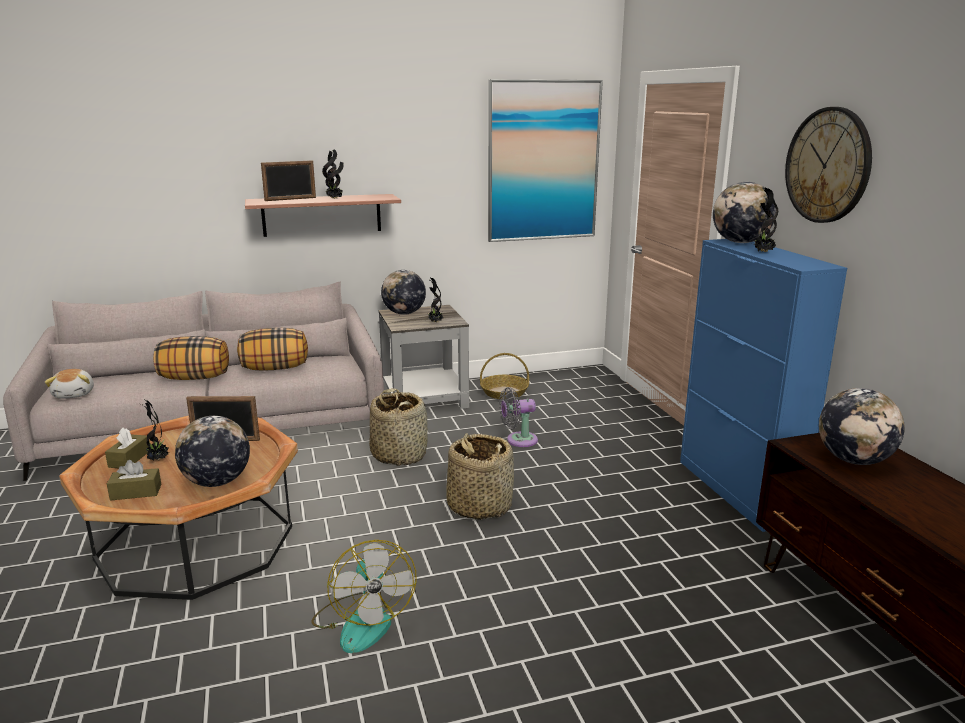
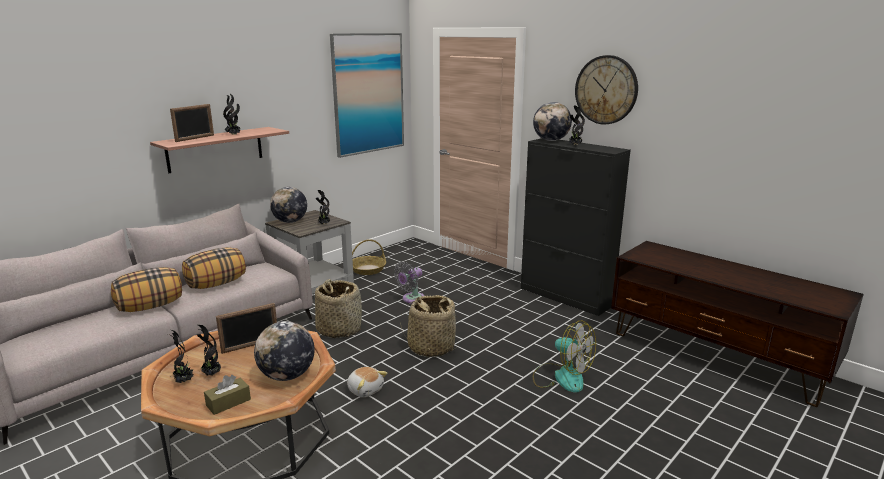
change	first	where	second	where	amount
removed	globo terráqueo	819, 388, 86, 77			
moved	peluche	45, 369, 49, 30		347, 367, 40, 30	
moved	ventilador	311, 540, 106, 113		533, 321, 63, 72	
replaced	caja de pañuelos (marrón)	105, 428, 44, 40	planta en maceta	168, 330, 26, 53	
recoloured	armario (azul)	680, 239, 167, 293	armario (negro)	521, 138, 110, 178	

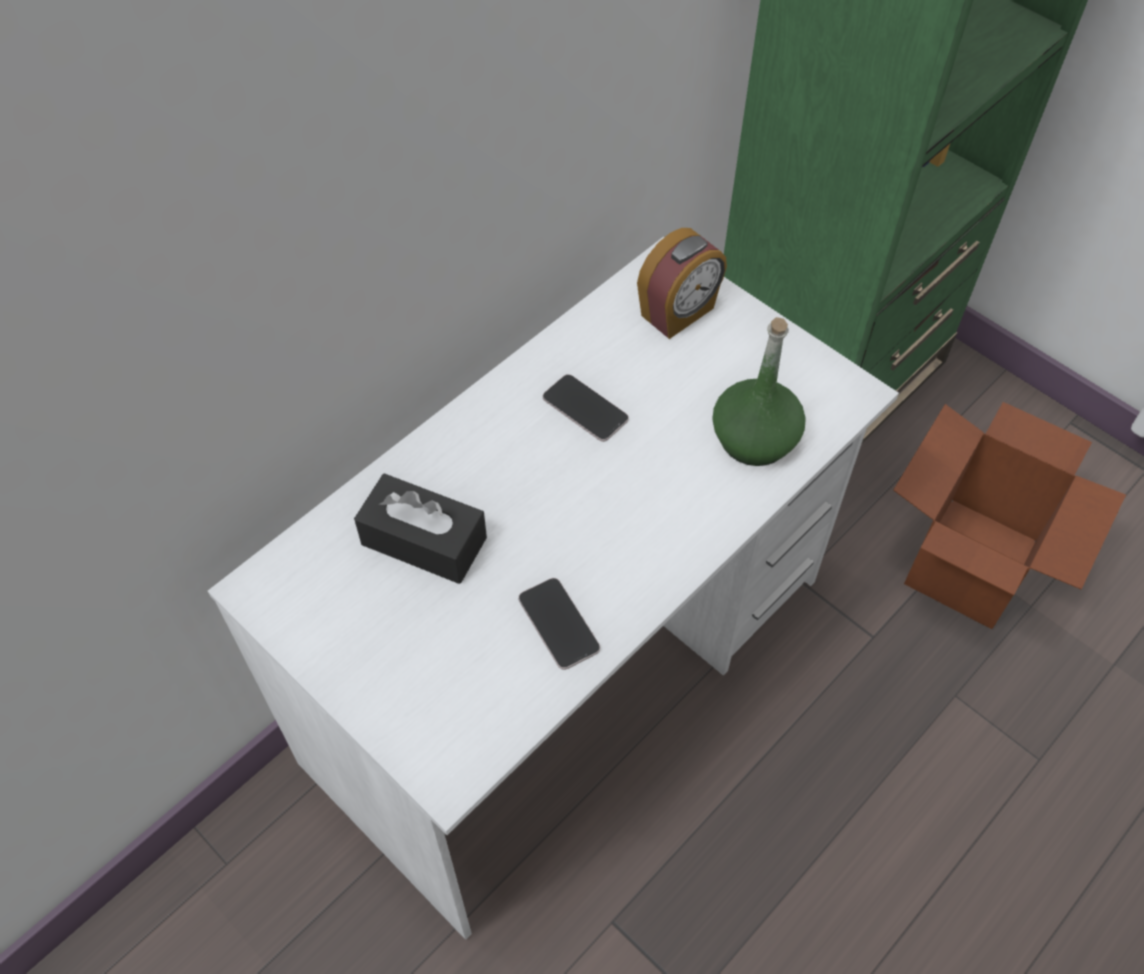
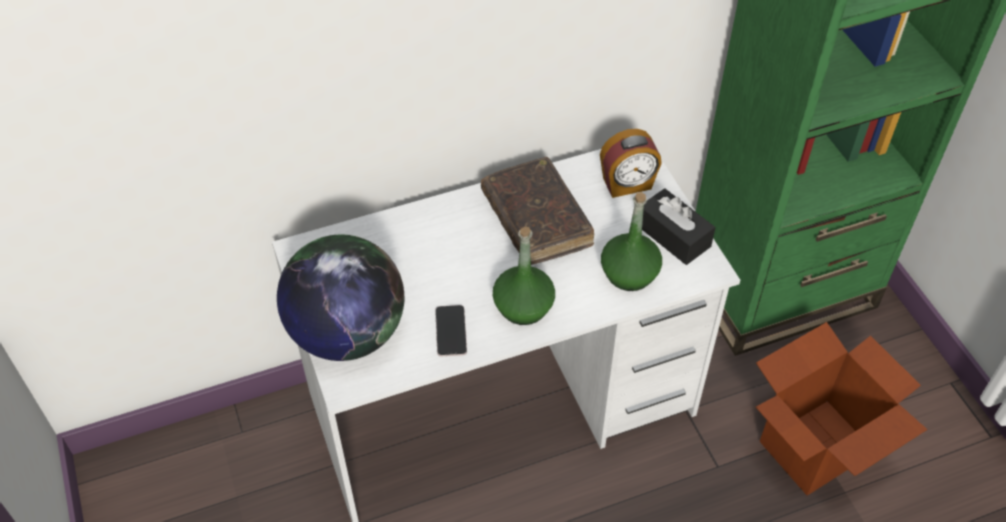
change	first	where	second	where	amount
added			globo terráqueo	277, 234, 127, 127	
added			botella (verde)	493, 227, 62, 98	
moved	caja de pañuelos (negro)	354, 473, 133, 111		642, 188, 73, 77	
replaced	móvil	543, 374, 86, 68	libro (marrón)	481, 157, 113, 108	

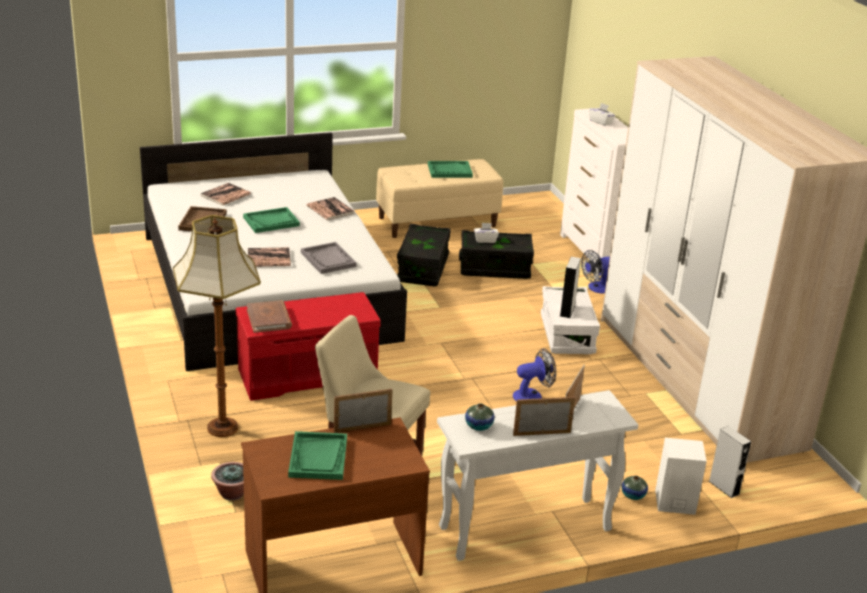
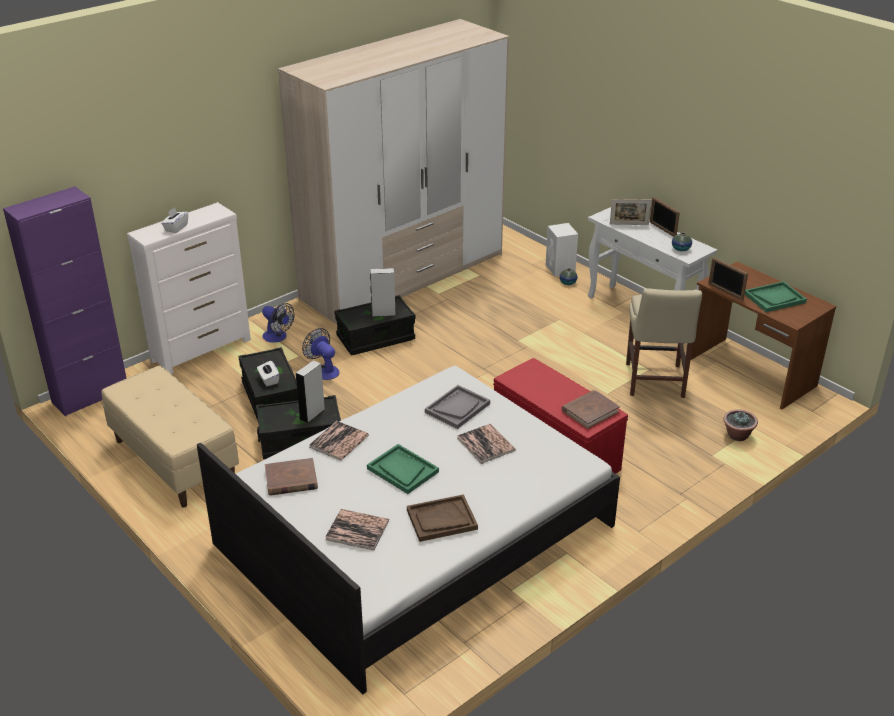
change	first	where	second	where	amount
removed	lámpara de pie	173, 215, 88, 222			
removed	bandeja (verde)	428, 161, 45, 17			
added			armario (morado)	3, 186, 124, 231	
added			libro (marrón)	265, 458, 53, 38	
moved	ventilador	513, 348, 43, 54		302, 328, 37, 52	
moved	altavoz (gris)	709, 426, 42, 72		296, 360, 29, 63	
recoloured	caja de almacenaje (blanco)	541, 286, 59, 68	caja de almacenaje (negro)	334, 295, 82, 60	

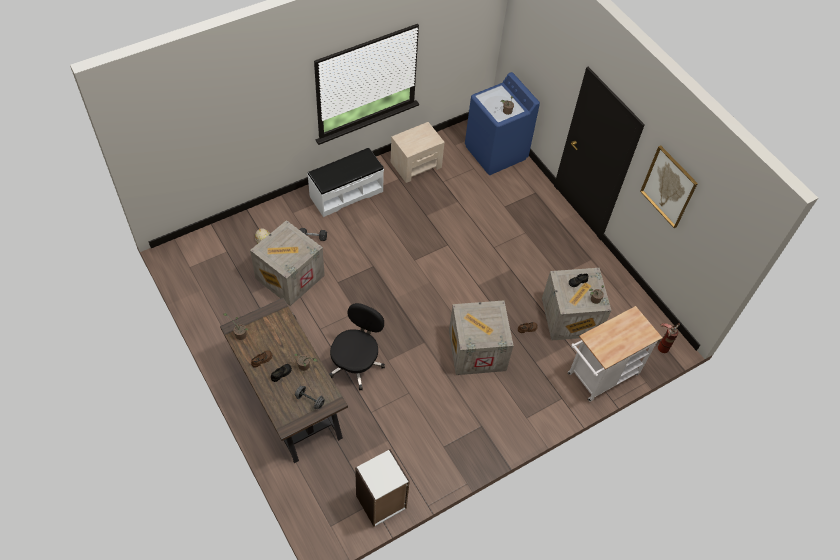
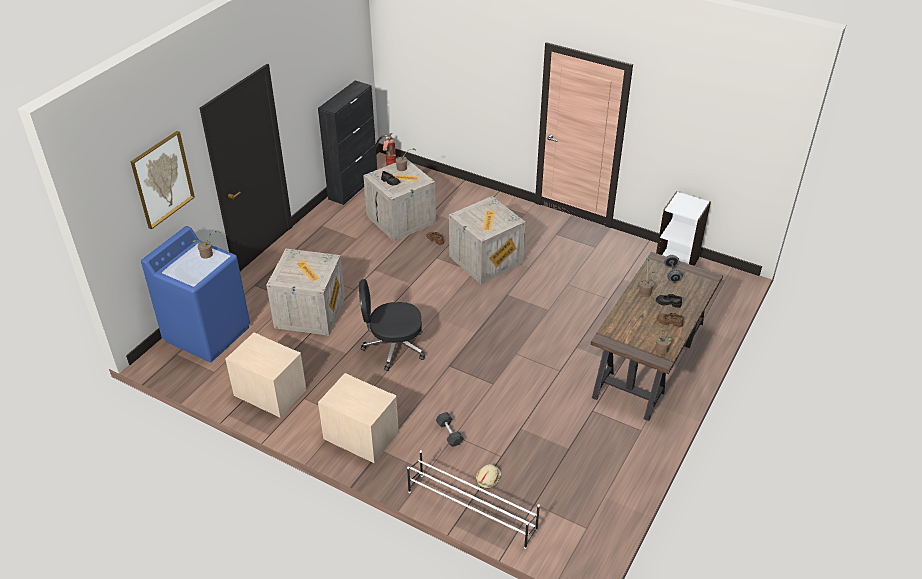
change	first	where	second	where	amount
removed	carrito (blanco)	568, 306, 94, 96			
added			armario (negro)	318, 81, 59, 124	
added			zapatero (blanco)	407, 450, 133, 99	
moved	caja de embalaje	250, 220, 75, 86		266, 249, 79, 87	
moved	silla de oficina (negro)	329, 303, 56, 87		359, 279, 66, 92	
moved	cuadro	640, 146, 58, 82		130, 131, 65, 98	
replaced	banco (blanco)	307, 148, 77, 69	mesita de noche (beis)	318, 373, 81, 90	

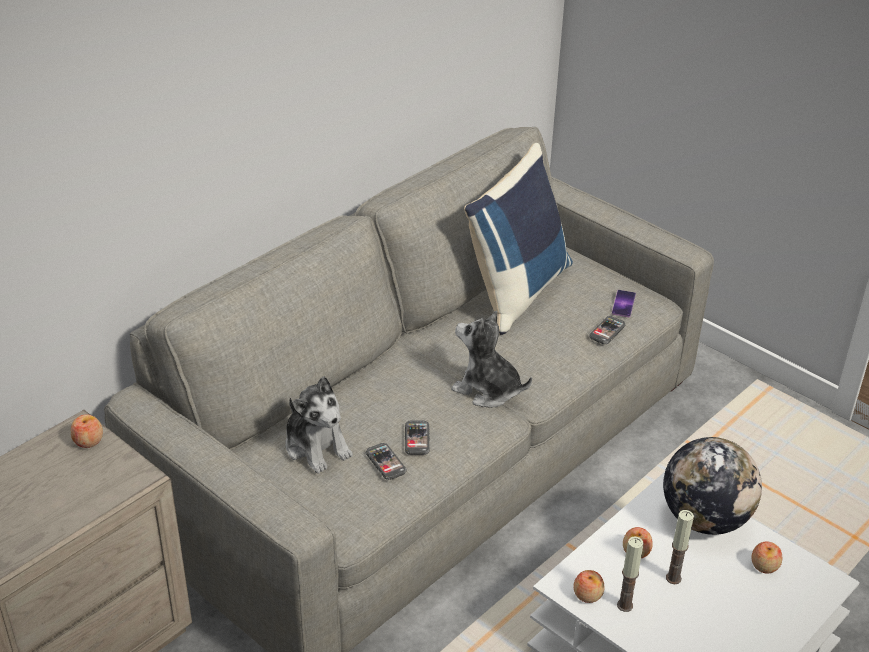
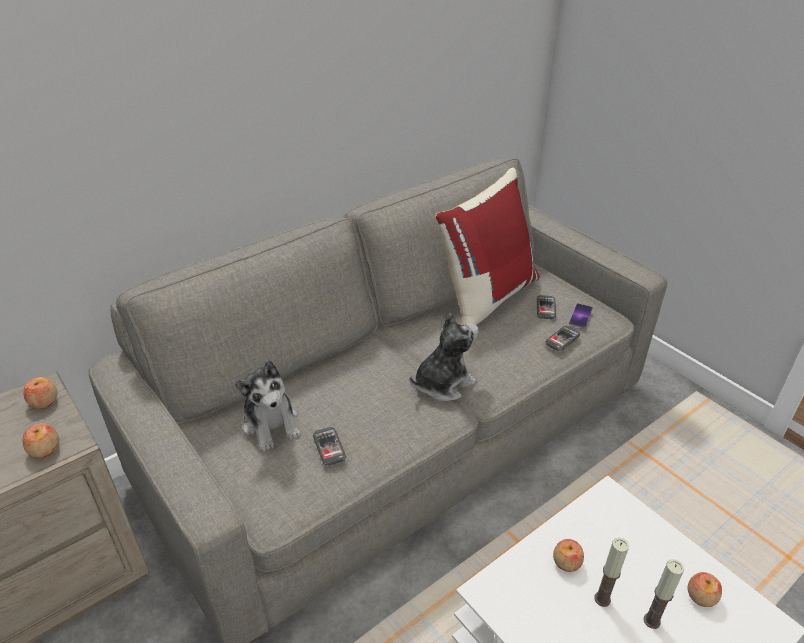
change	first	where	second	where	amount
removed	globo terráqueo	663, 437, 99, 98			
moved	móvil	405, 420, 25, 35		537, 295, 19, 24	
moved	manzana	573, 570, 32, 33		22, 424, 37, 34	
moved	vela	617, 536, 26, 76		643, 559, 41, 70	
recoloured	cojín (azul)	464, 143, 109, 192	cojín (rojo)	435, 168, 105, 157	
turned	peluche	451, 310, 81, 98		410, 313, 69, 89	105 degrees clockwise

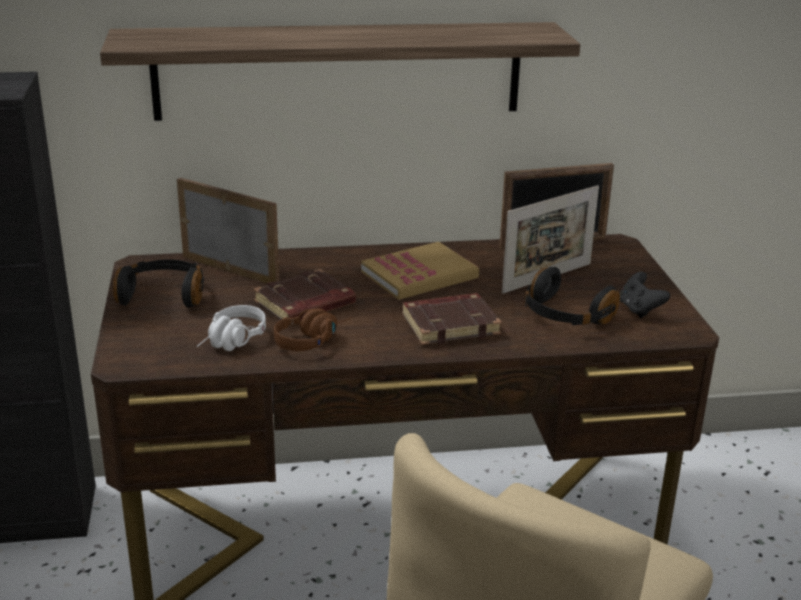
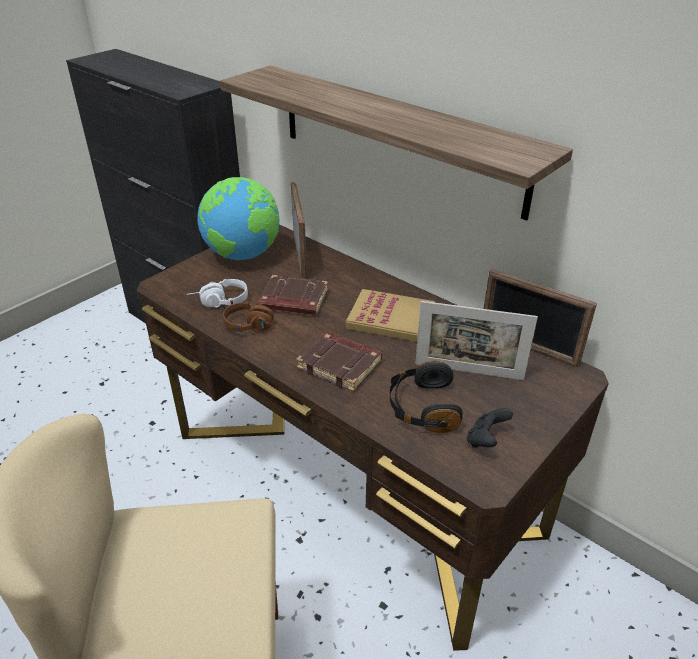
change	first	where	second	where	amount
replaced	auriculares (negro)	113, 259, 91, 49	globo terráqueo	197, 177, 82, 83	

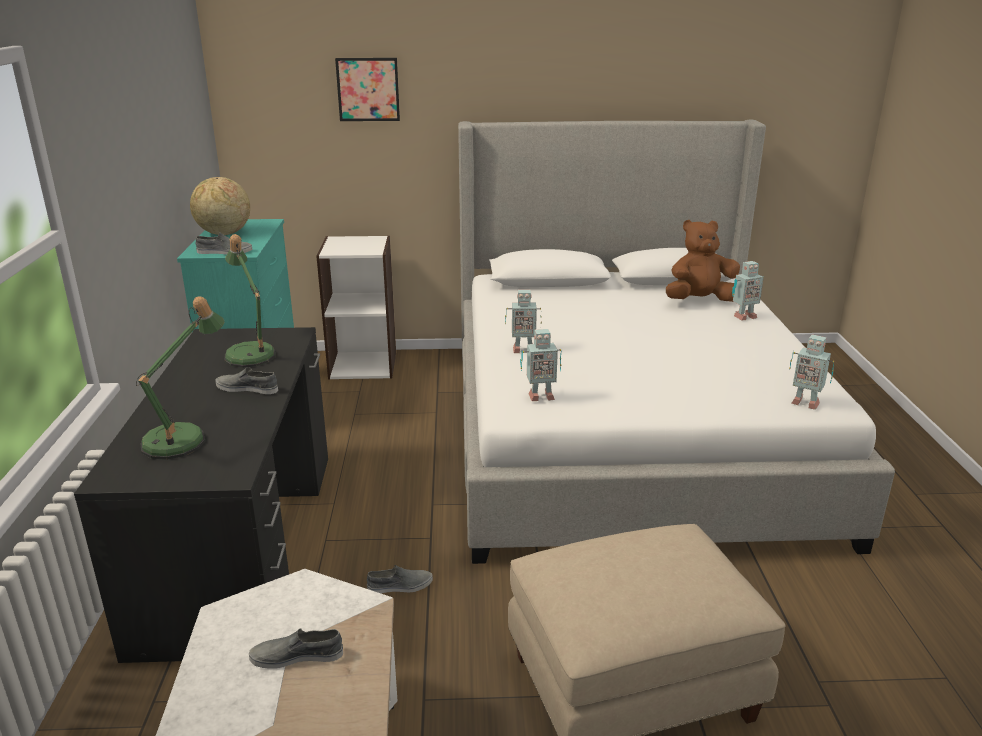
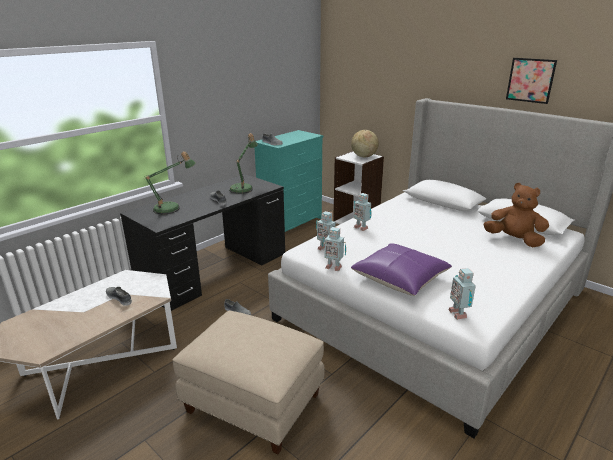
change	first	where	second	where	amount
added			cojín (morado)	351, 244, 101, 52	
moved	globo terráqueo	190, 177, 60, 58		351, 130, 28, 27	
moved	cuadro	335, 58, 65, 63		506, 58, 51, 46	
moved	robot de juguete	732, 261, 32, 60		322, 227, 24, 44	

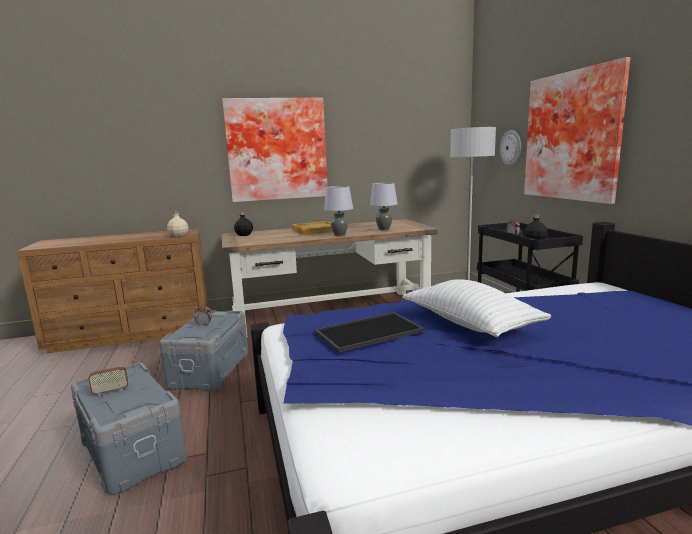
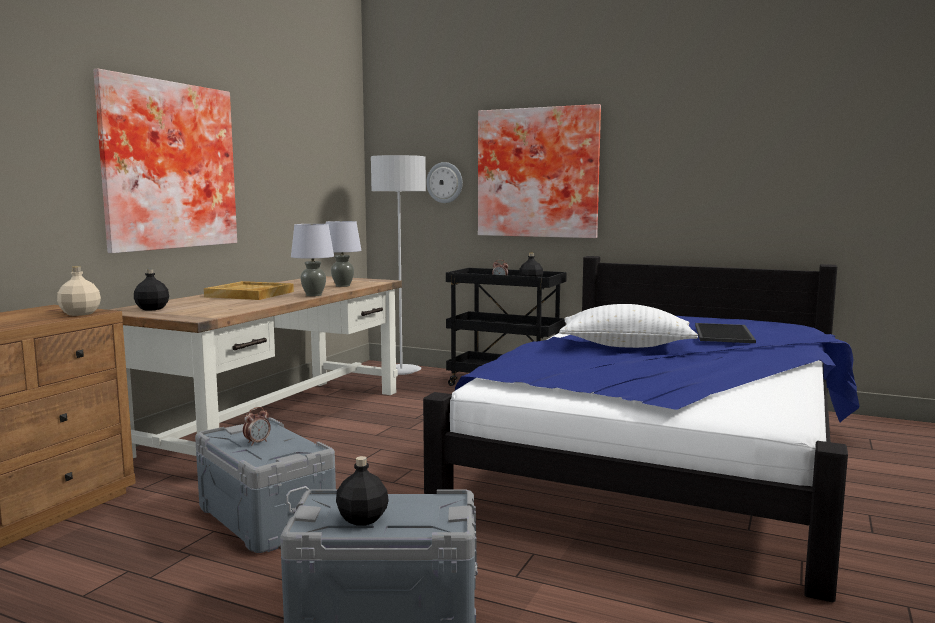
change	first	where	second	where	amount
moved	bandeja	314, 312, 111, 41		695, 323, 61, 20	
replaced	radio	88, 353, 40, 43	botella (negro)	336, 456, 53, 70	

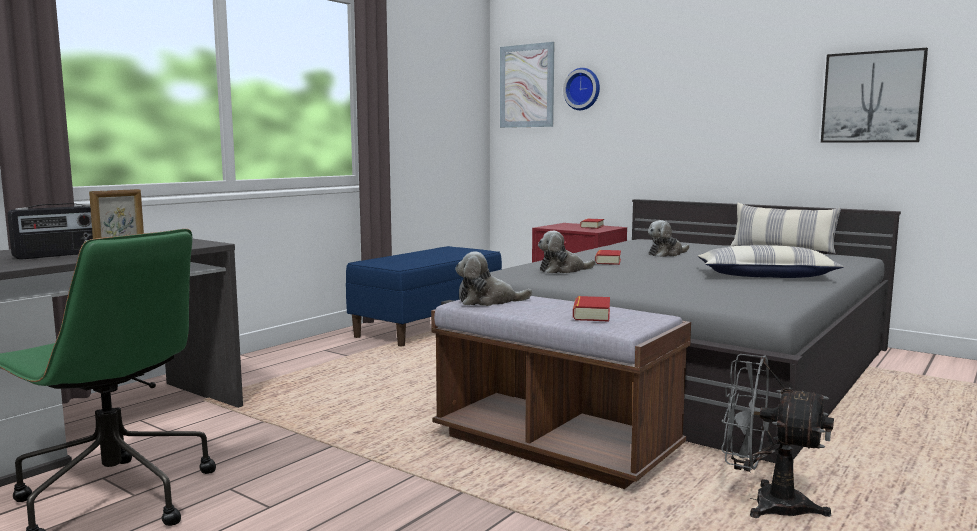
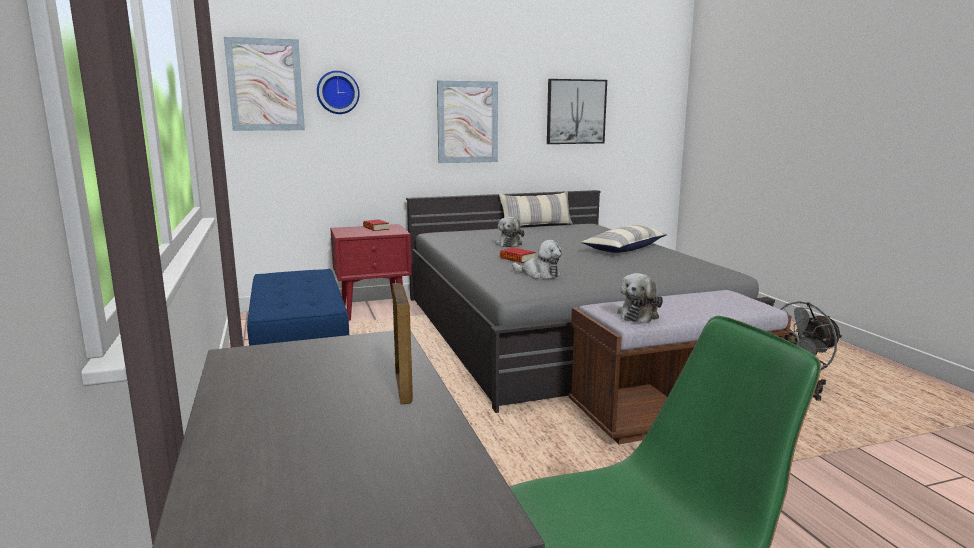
change	first	where	second	where	amount
removed	radio	7, 203, 86, 57			
removed	libro	573, 296, 37, 25			
added			cuadro	437, 81, 61, 82	
turned	peluche	538, 231, 58, 43		512, 240, 50, 39	75 degrees counterclockwise

